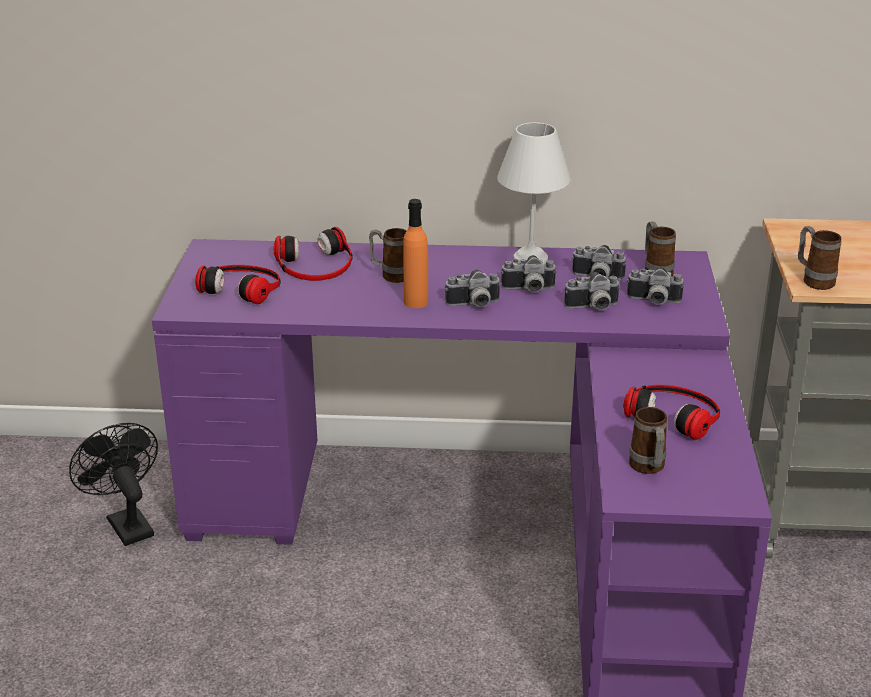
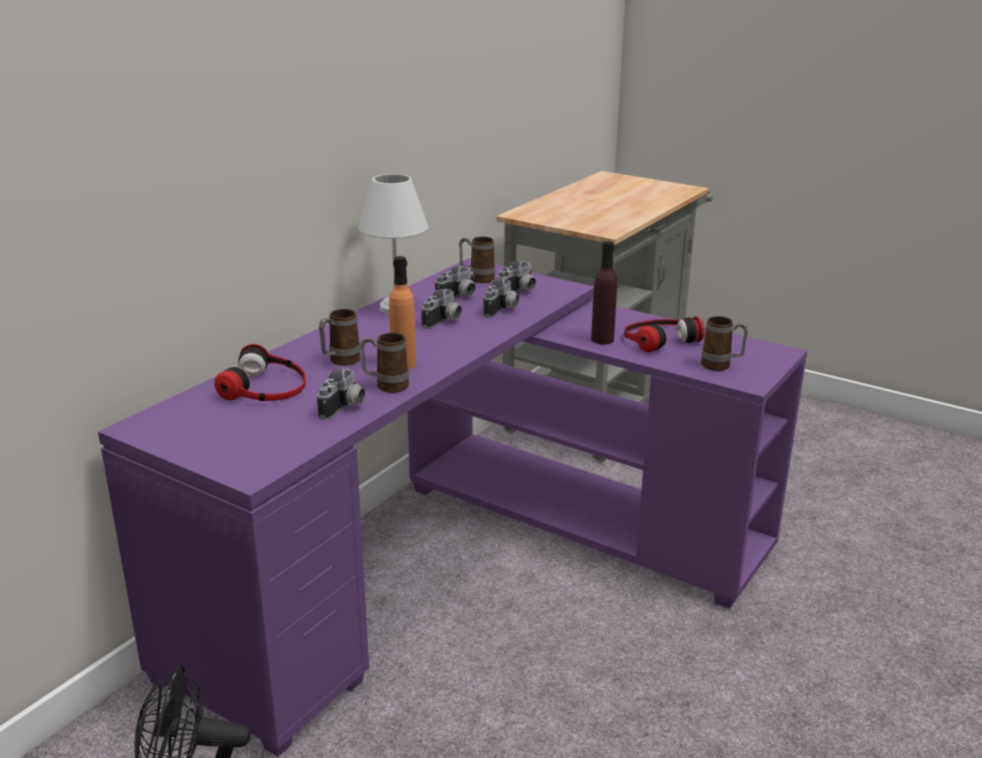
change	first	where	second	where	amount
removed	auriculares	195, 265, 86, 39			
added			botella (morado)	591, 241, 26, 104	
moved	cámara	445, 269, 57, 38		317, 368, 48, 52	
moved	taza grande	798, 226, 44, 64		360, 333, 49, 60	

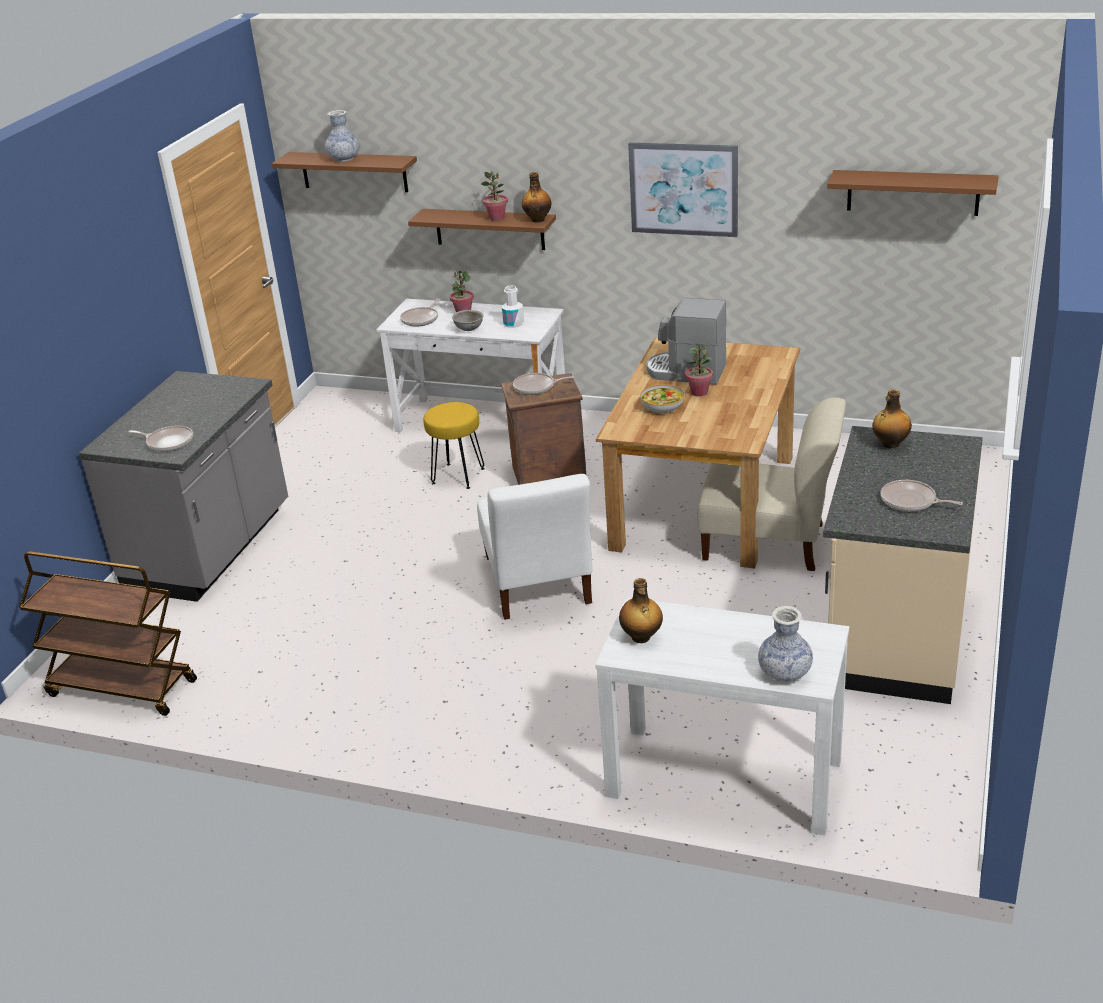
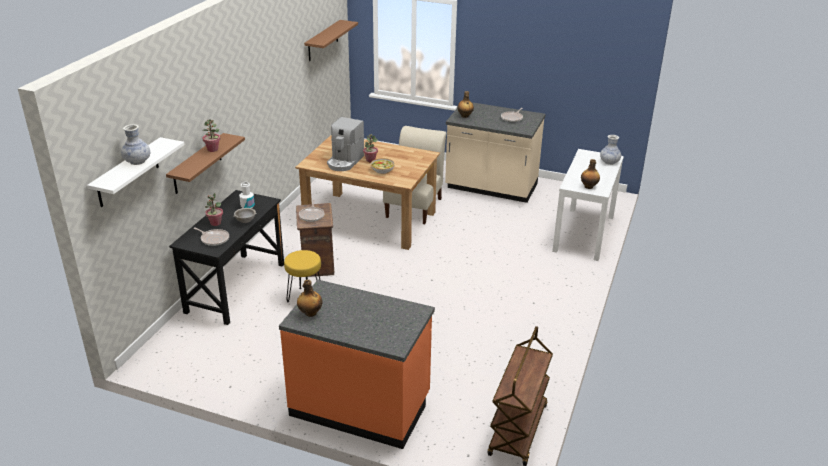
change	first	where	second	where	amount
removed	sartén	128, 426, 65, 26			
removed	silla (blanco)	477, 474, 115, 146			
removed	cuadro	628, 143, 110, 94			
moved	botella	522, 172, 29, 51		297, 280, 25, 37	
recoloured	mueble bajo de cocina (gris)	79, 371, 209, 231	mueble bajo de cocina (naranja)	279, 280, 156, 169	
recoloured	estante (marrón)	272, 152, 145, 40	estante (blanco)	87, 137, 97, 70	
recoloured	escritorio (blanco)	376, 299, 189, 133	escritorio (negro)	169, 190, 115, 135	

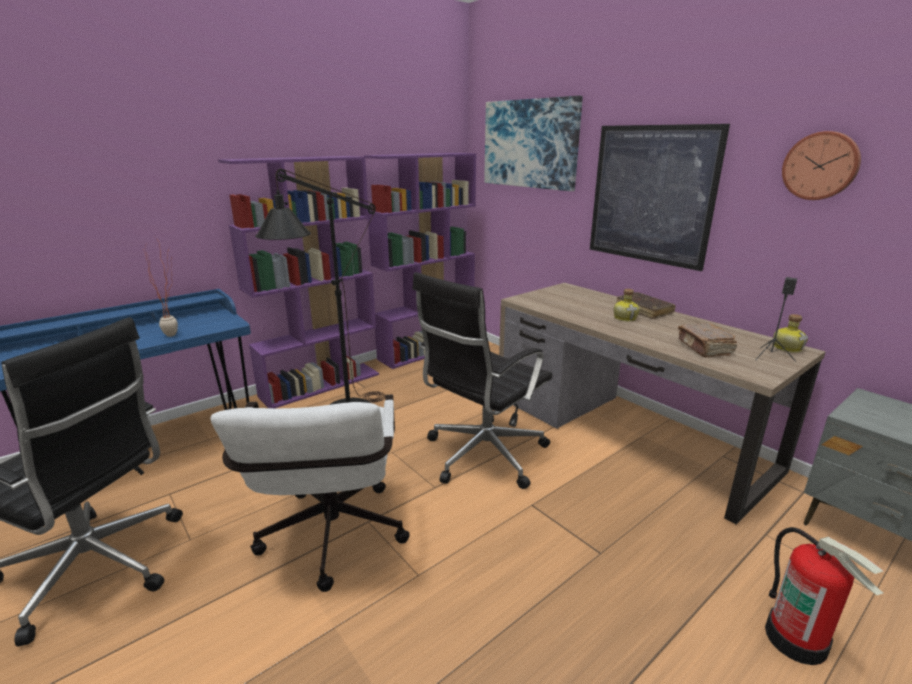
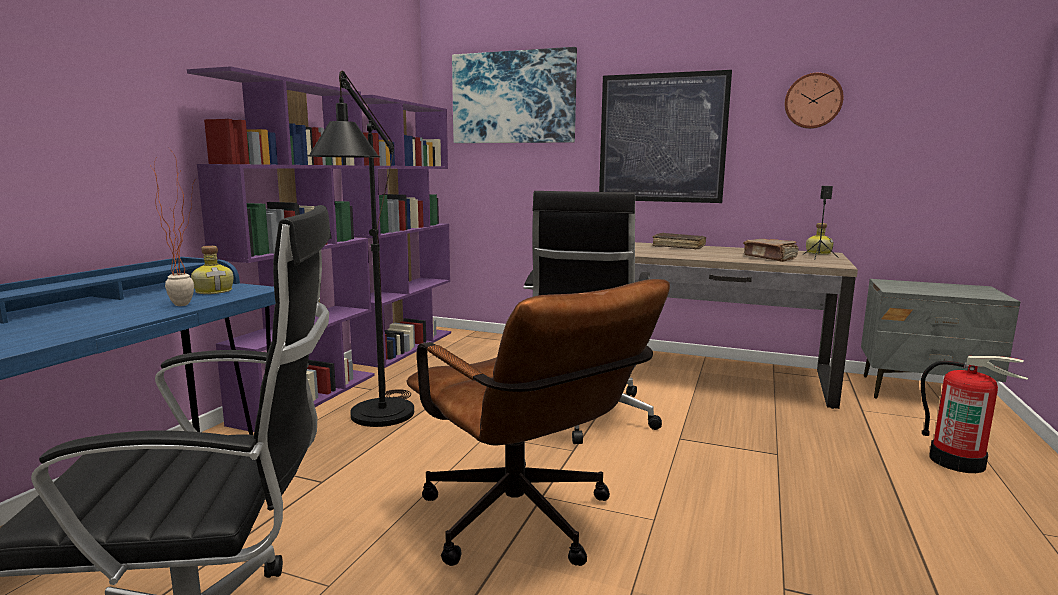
change	first	where	second	where	amount
moved	botella	614, 289, 26, 32		191, 246, 43, 48	
recoloured	silla de oficina (blanco)	210, 394, 200, 198	silla de oficina (marrón)	407, 279, 263, 287	

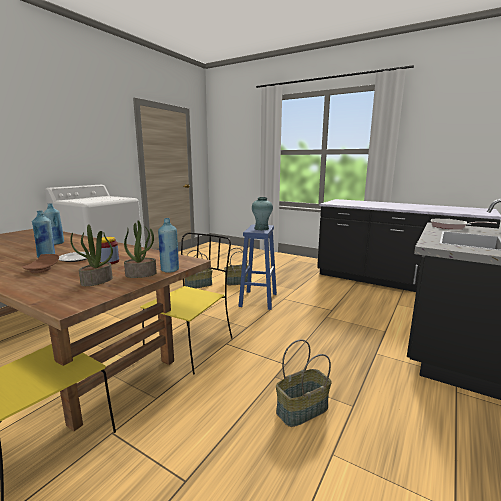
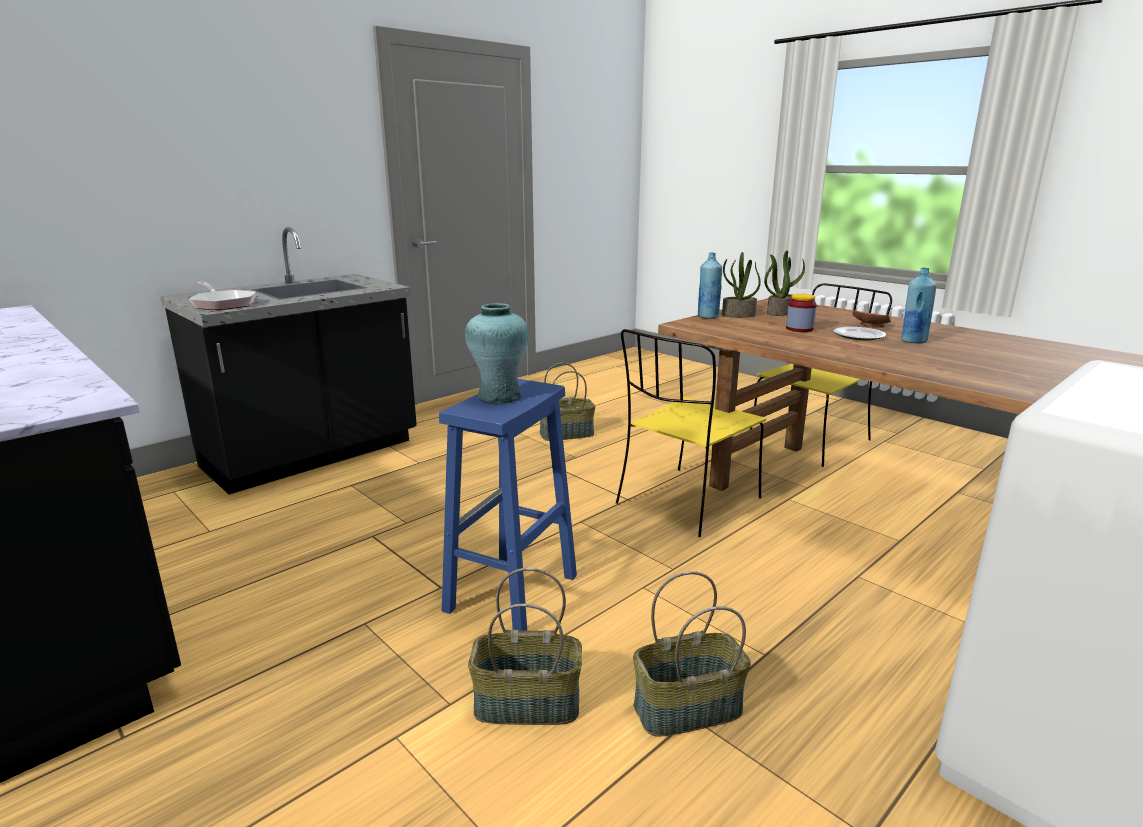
change	first	where	second	where	amount
removed	botella (azul)	44, 203, 20, 42			

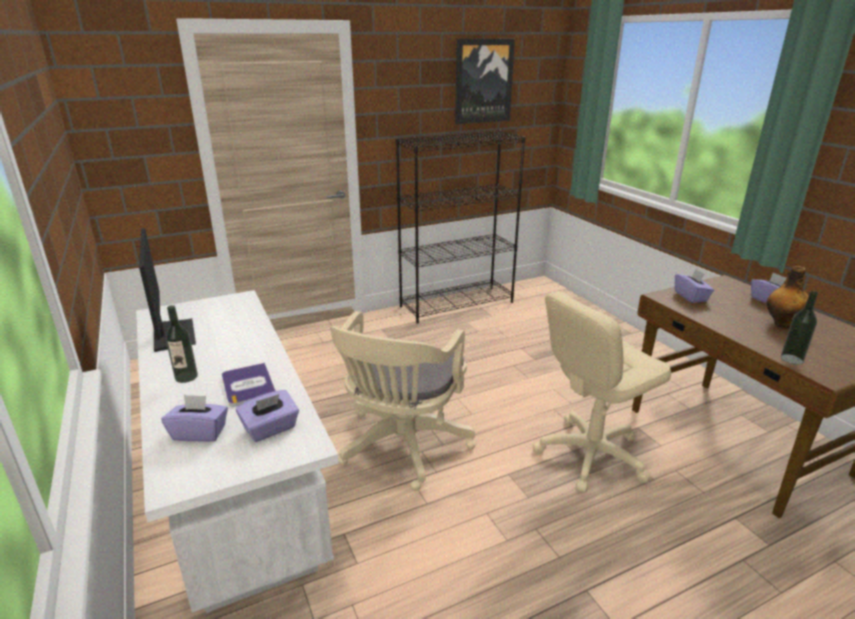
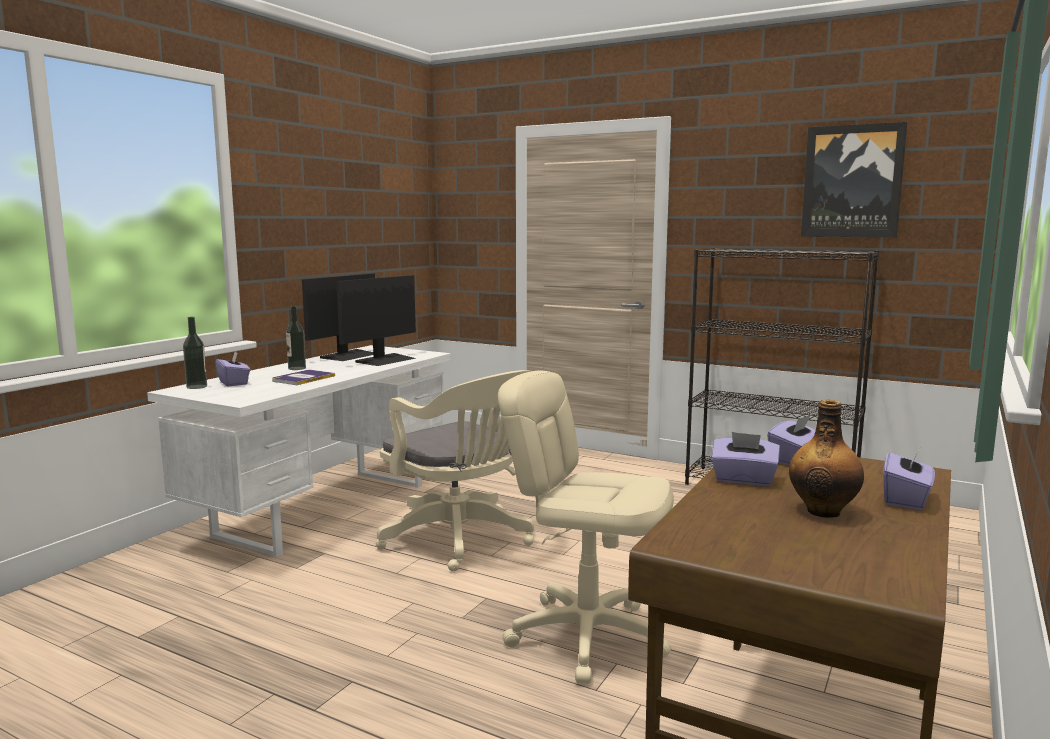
change	first	where	second	where	amount
added			monitor	336, 275, 80, 91	
moved	caja de pañuelos (morado)	236, 390, 63, 52		711, 432, 69, 54	
moved	botella	781, 291, 37, 74		183, 317, 24, 72	
turned	silla de oficina (beis)	330, 311, 146, 180		376, 370, 158, 202	120 degrees counterclockwise

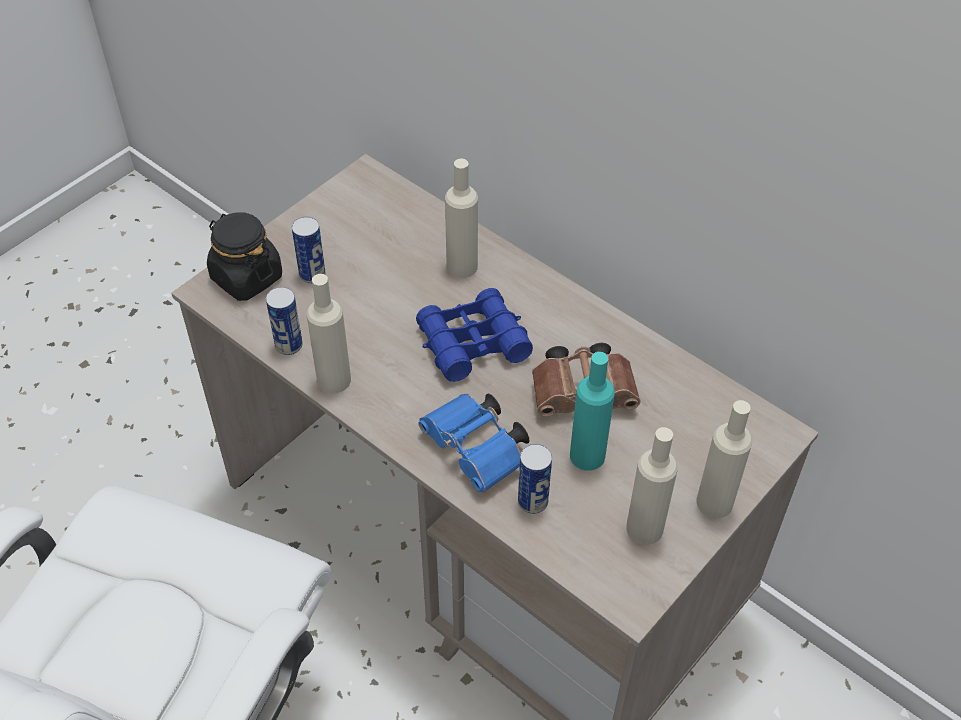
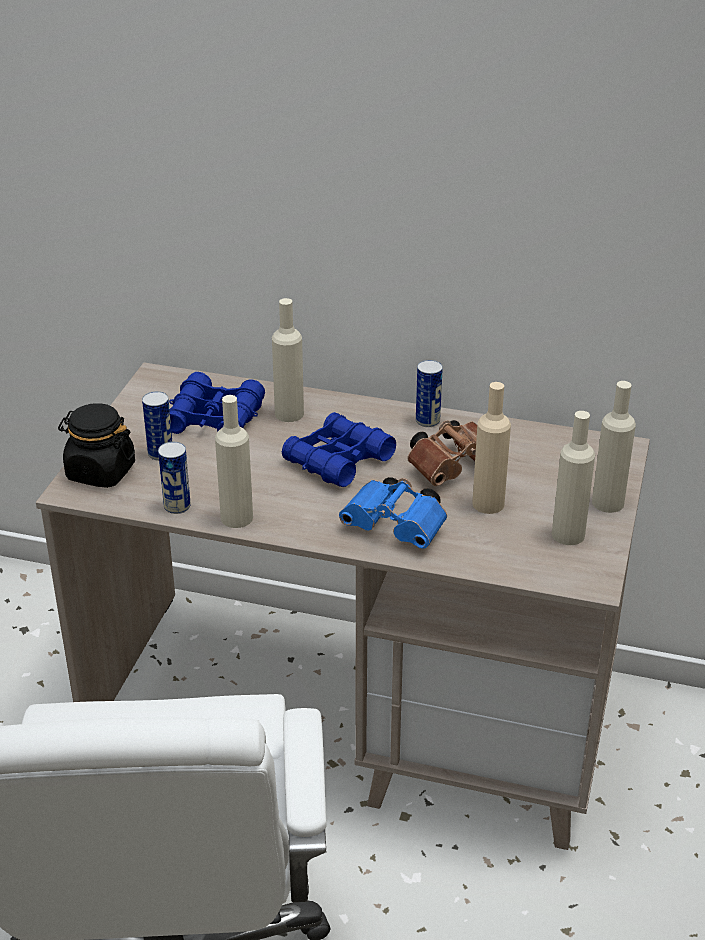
change	first	where	second	where	amount
added			prismáticos (azul)	169, 372, 96, 62	
moved	lata	518, 444, 34, 70		416, 360, 27, 67	
recoloured	botella (turquesa)	570, 352, 45, 119	botella (beis)	472, 382, 39, 132	

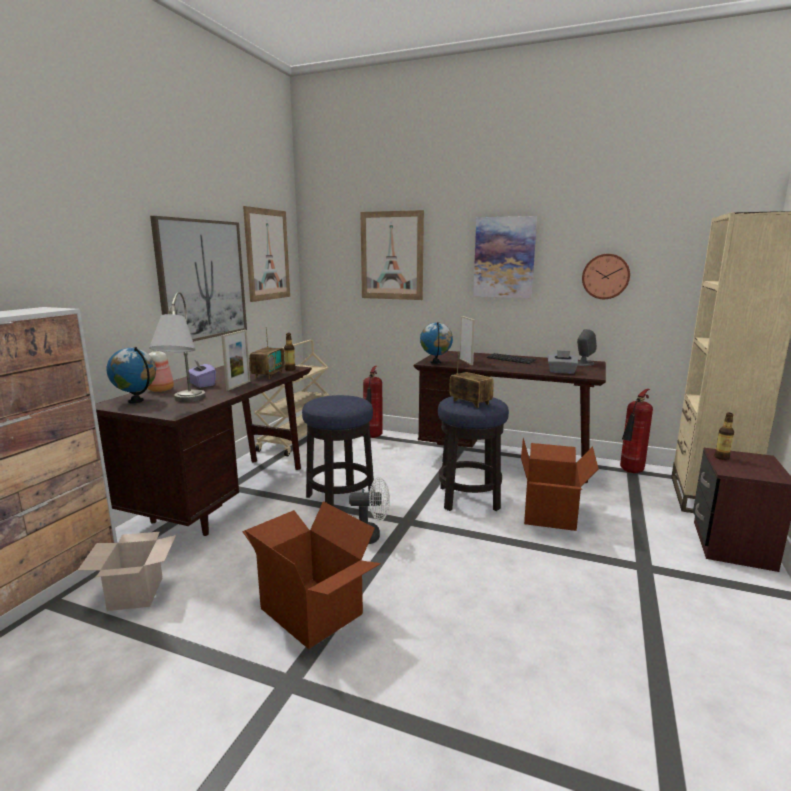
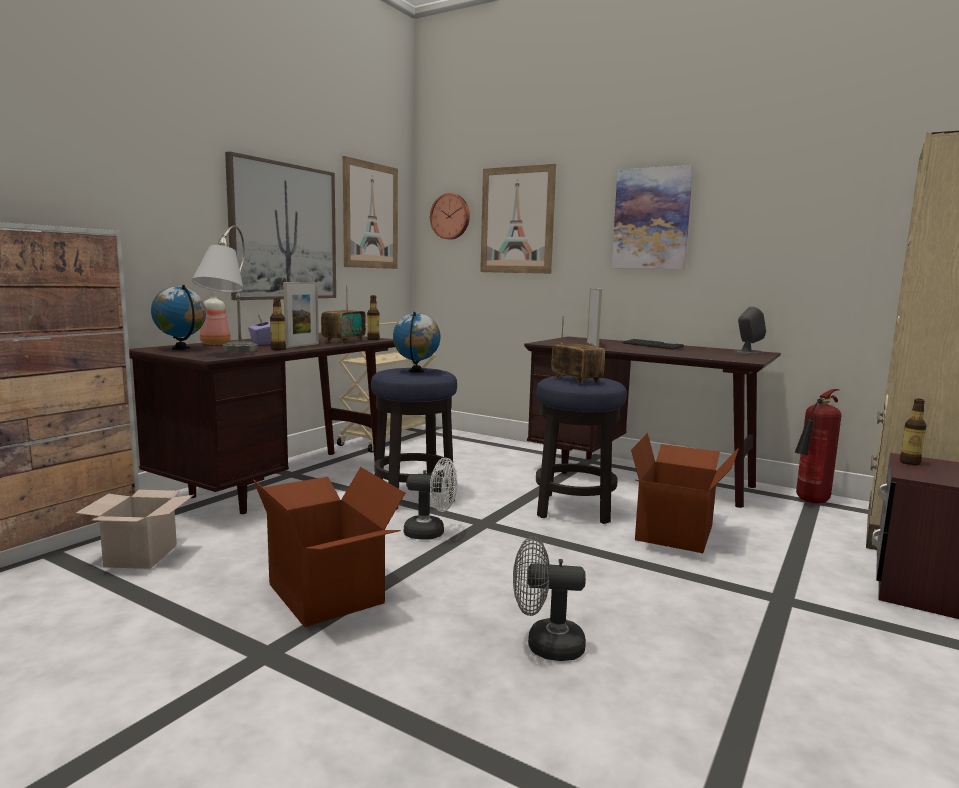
change	first	where	second	where	amount
removed	extintor	363, 366, 20, 72			
removed	caja de pañuelos (gris)	548, 350, 30, 24			
added			botella	270, 297, 16, 53	
added			ventilador (gris)	513, 536, 73, 125	
moved	globo terráqueo	420, 322, 33, 42		393, 312, 48, 61	
moved	reloj de pared	582, 254, 48, 45		430, 193, 40, 46	

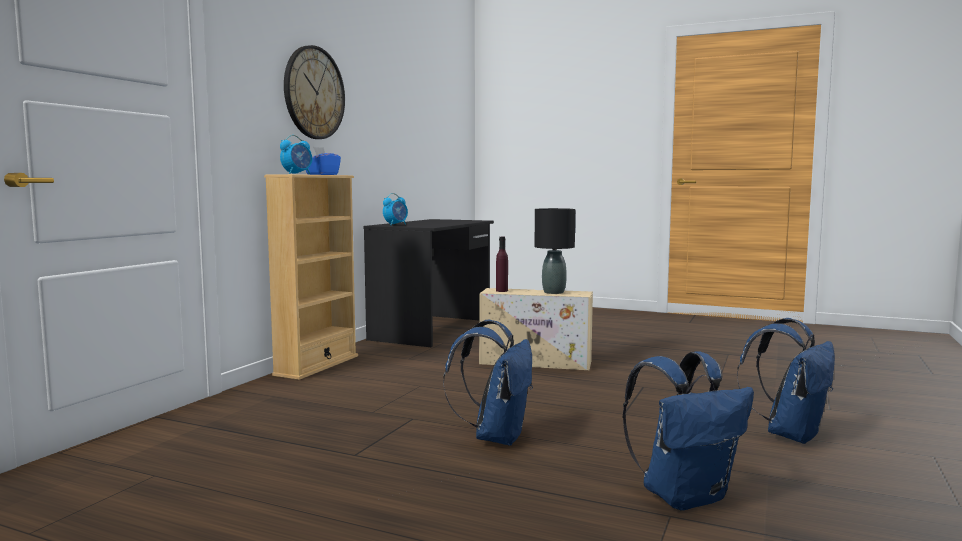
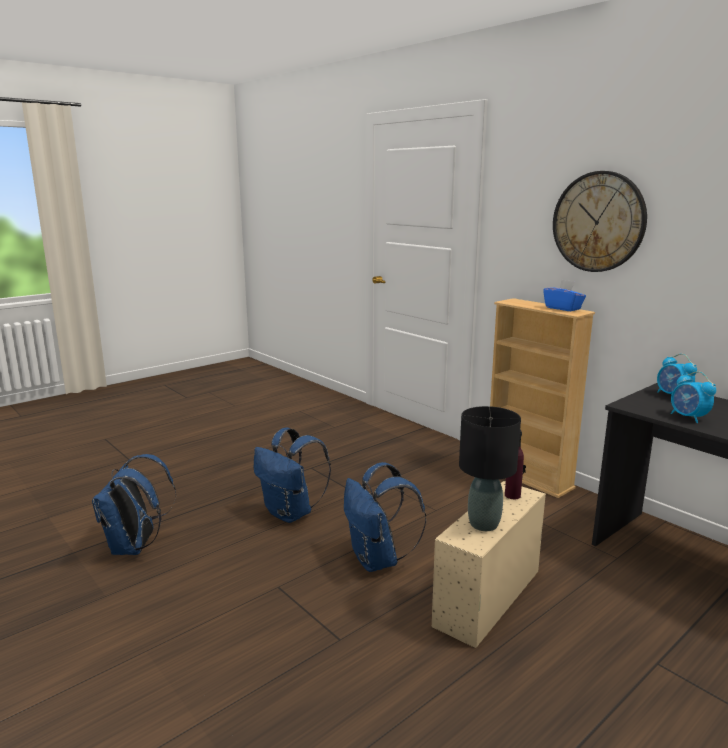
change	first	where	second	where	amount
moved	despertador	280, 135, 32, 39		671, 371, 45, 52	
moved	mochila (azul)	737, 318, 98, 126		344, 462, 82, 110	

